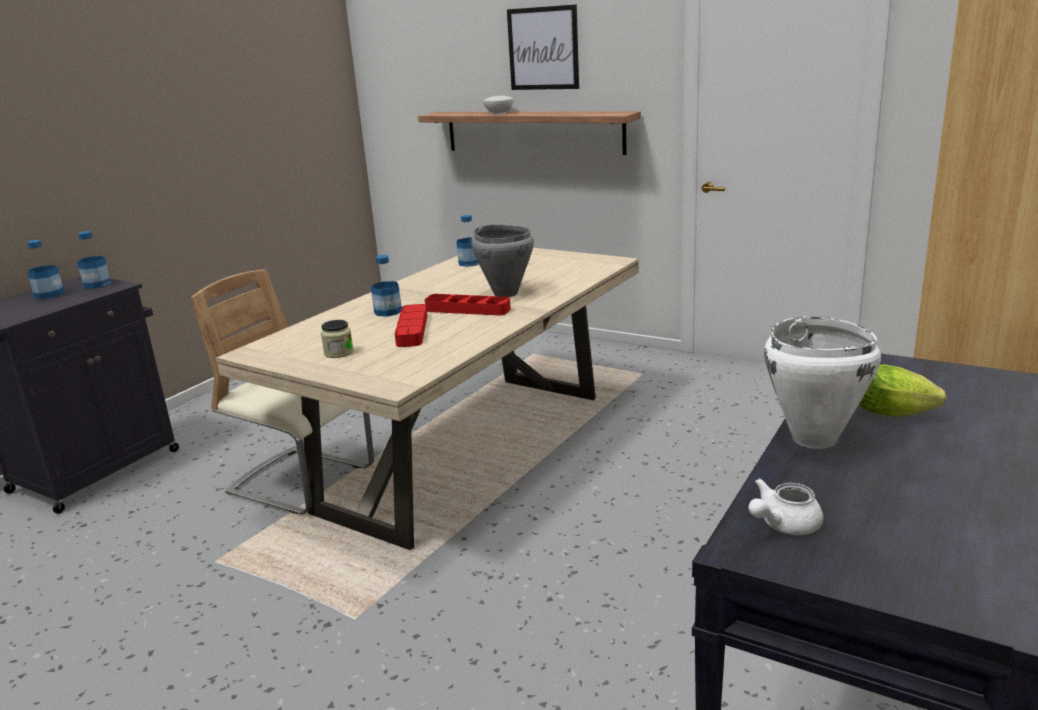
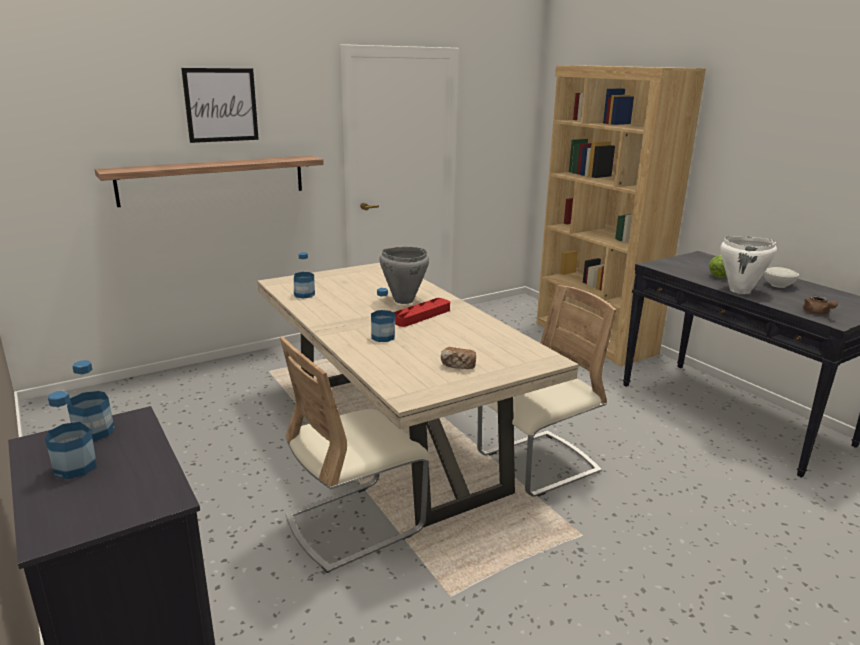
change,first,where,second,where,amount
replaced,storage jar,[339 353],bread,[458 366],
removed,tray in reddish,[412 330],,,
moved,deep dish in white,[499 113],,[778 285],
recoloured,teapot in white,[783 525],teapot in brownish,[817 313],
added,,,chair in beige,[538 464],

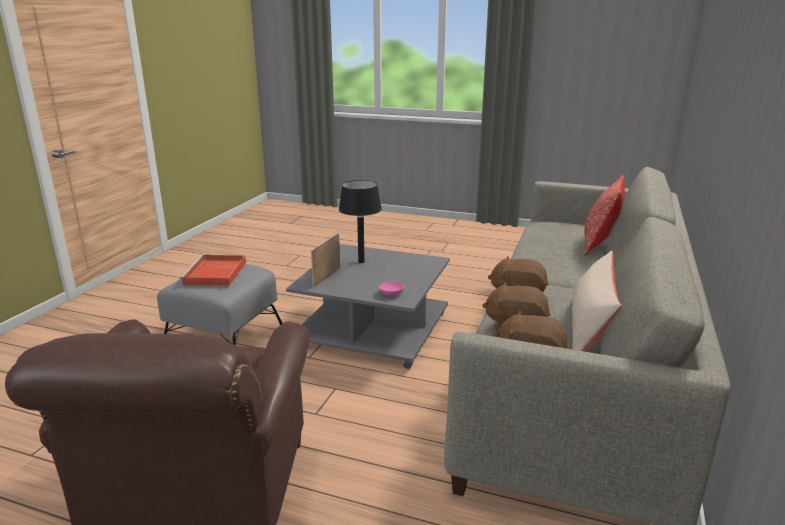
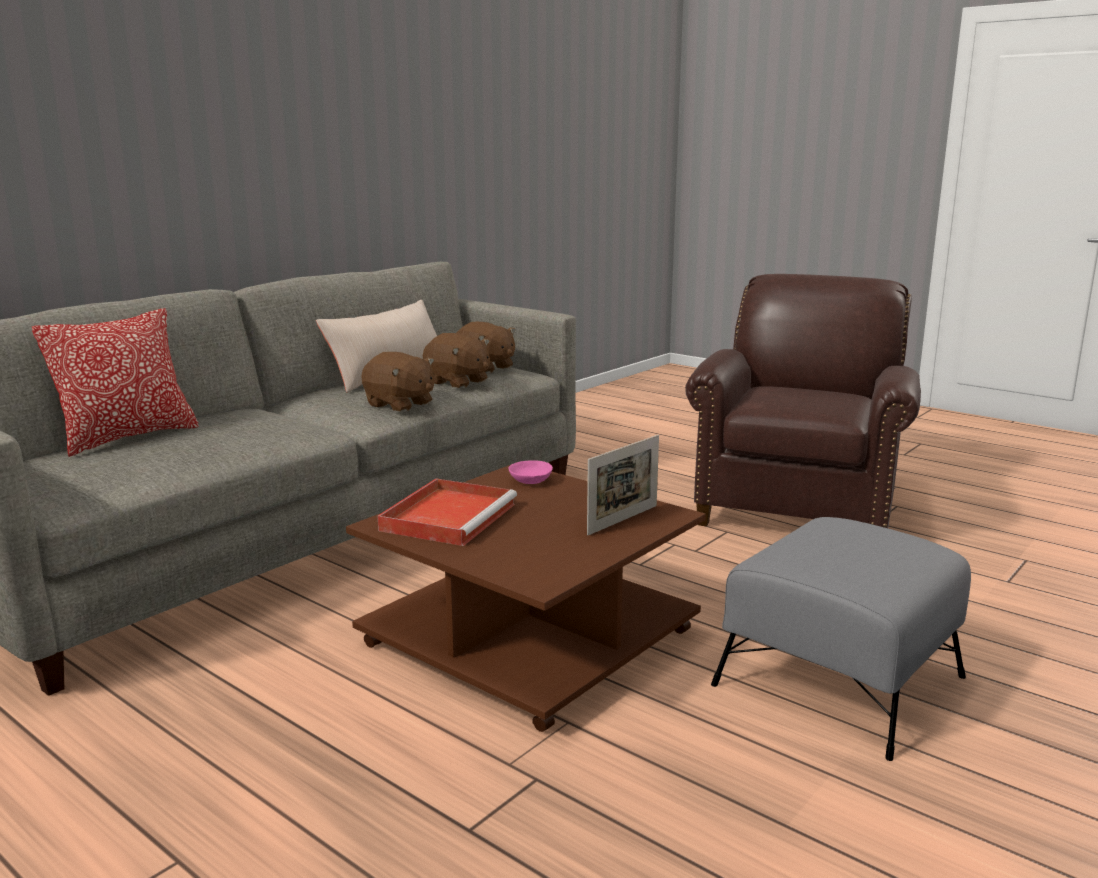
change,first,where,second,where,amount
moved,tray in reddish,[215 274],,[449 516],
recoloured,lounge table in grey,[374 330],lounge table in brownish,[529 636],
removed,tabletop lamp in black,[361 261],,,

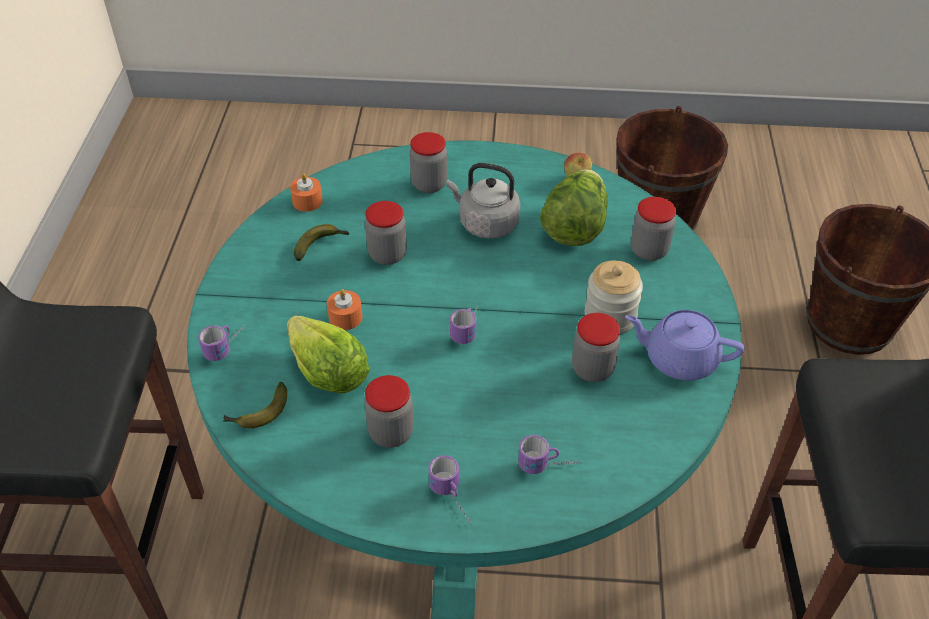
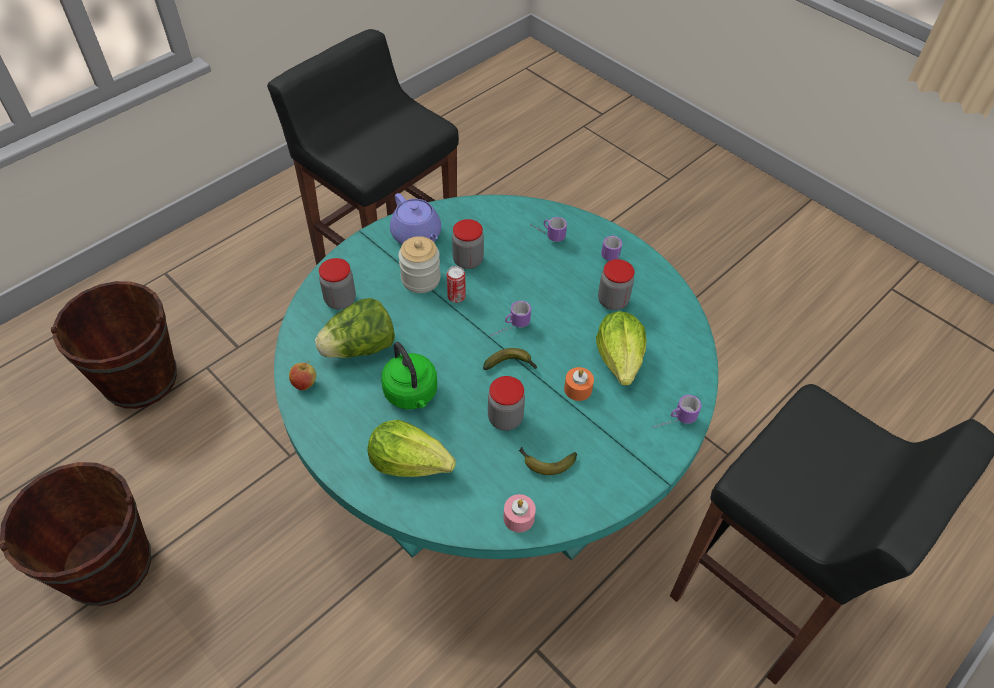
change,first,where,second,where,amount
moved,banana,[259 414],,[511 365],
recoloured,wax light in orangey,[307 201],wax light in pink-coloured,[519 518],
replaced,storage jar,[429 184],lettuce head,[410 462],
recoloured,water kettle in grey,[485 223],water kettle in green,[412 394],
added,,,sealed can,[456 297],

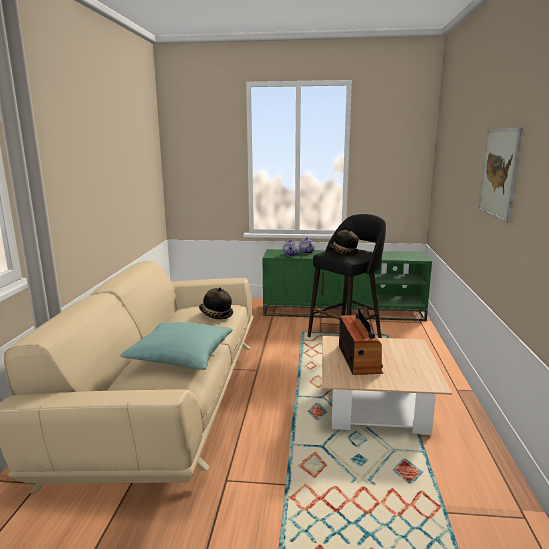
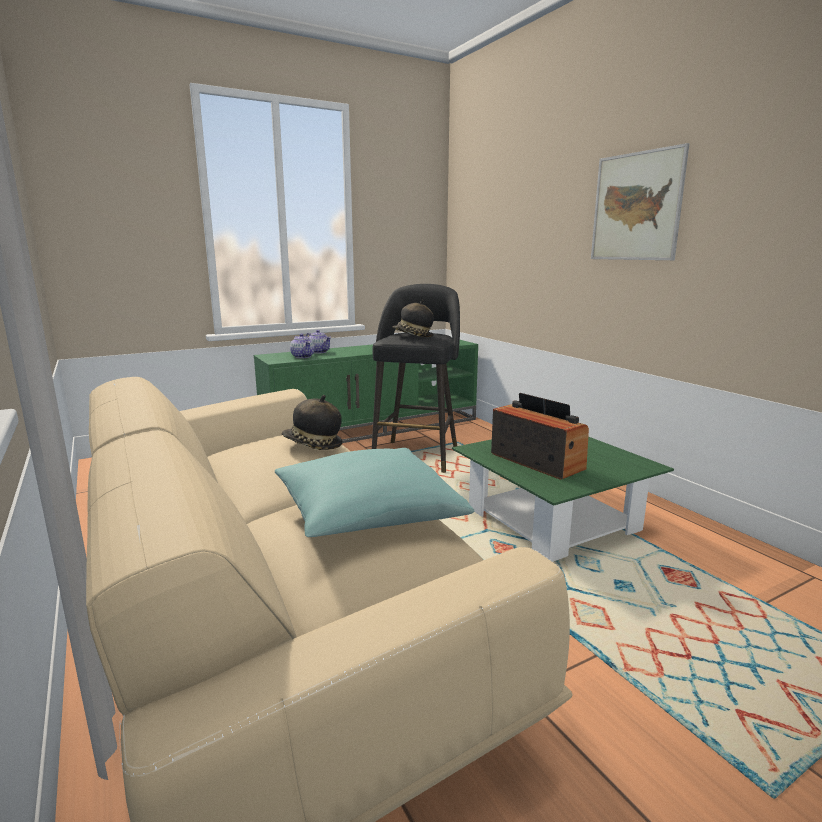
change,first,where,second,where,amount
recoloured,lounge table in beige,[376 405],lounge table in green,[552 519],

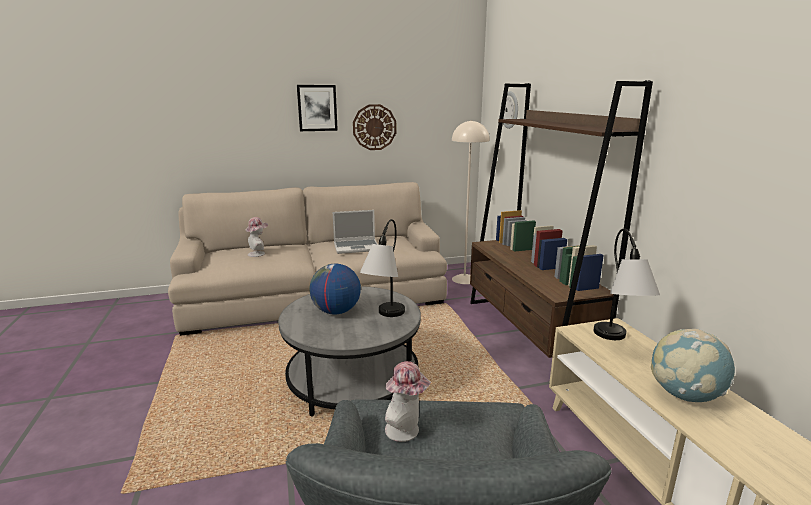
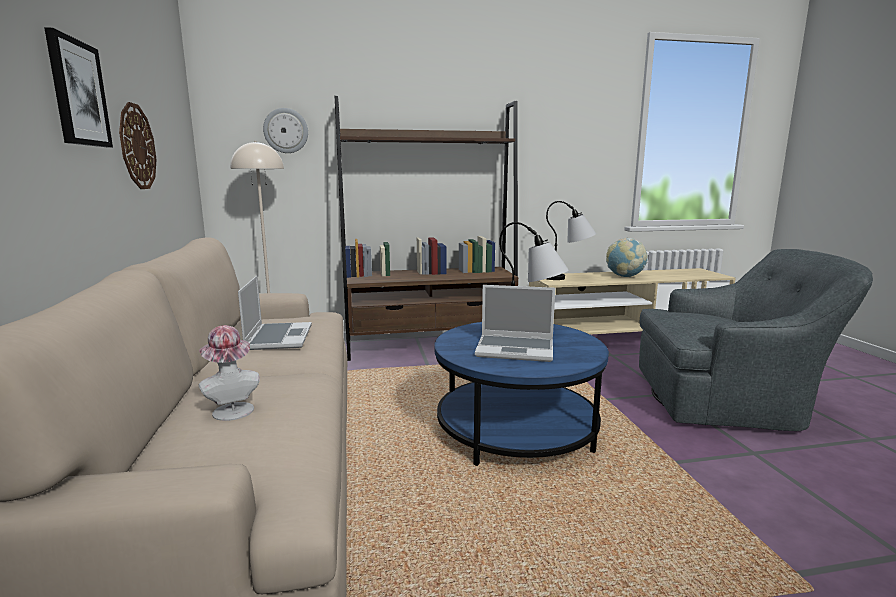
change,first,where,second,where,amount
recoloured,lounge table in grey,[353 380],lounge table in blue,[516 429],
replaced,desk globe,[336 312],portable computer,[516 349],
removed,clothing hat,[406 431],,,

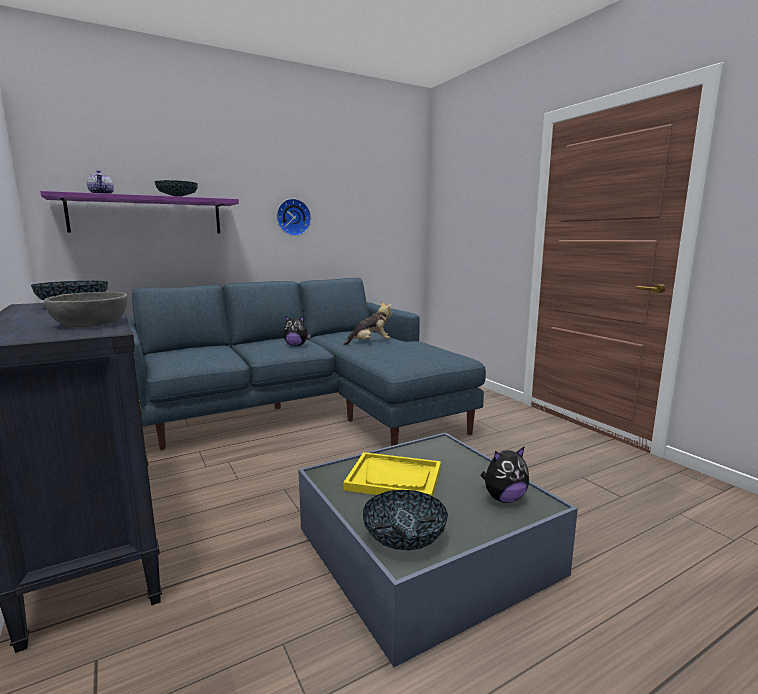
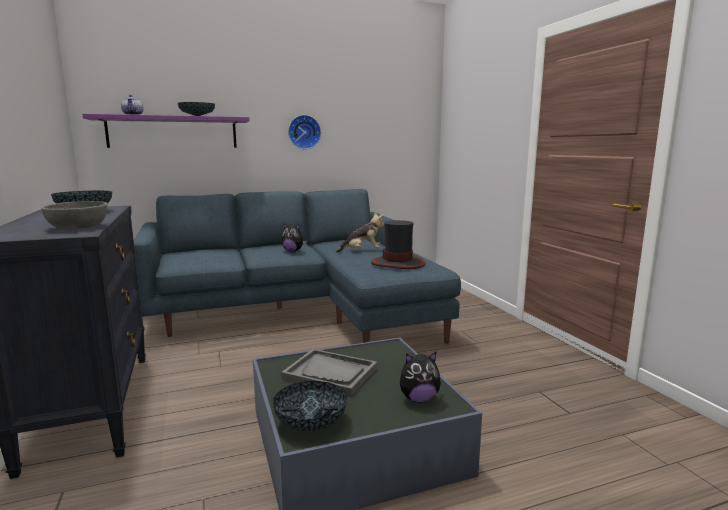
change,first,where,second,where,amount
recoloured,tray in yellowish,[394 479],tray in grey,[330 373],
added,,,clothing hat,[398 263],

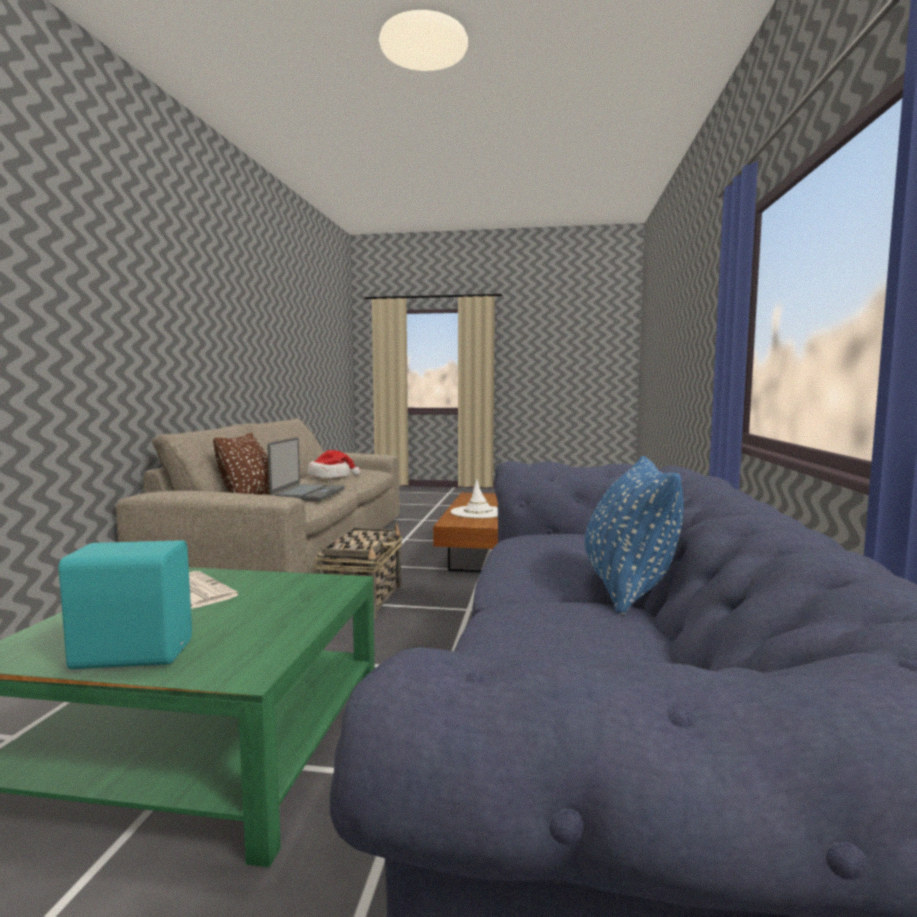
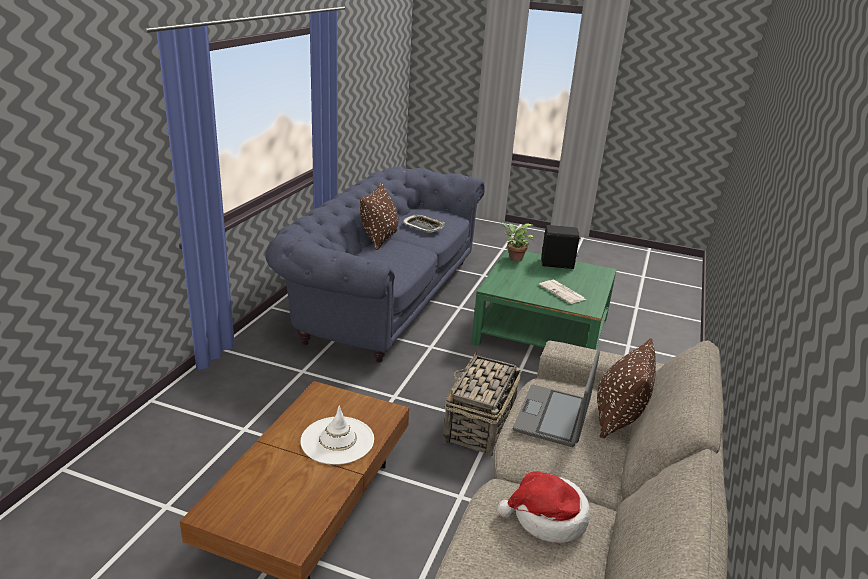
change,first,where,second,where,amount
recoloured,speaker in turquoise-coloured,[132 654],speaker in black,[557 264],
recoloured,cushion in blue,[628 590],cushion in brownish,[380 239],
added,,,tray,[423 226],
added,,,plant in a pot,[513 258],

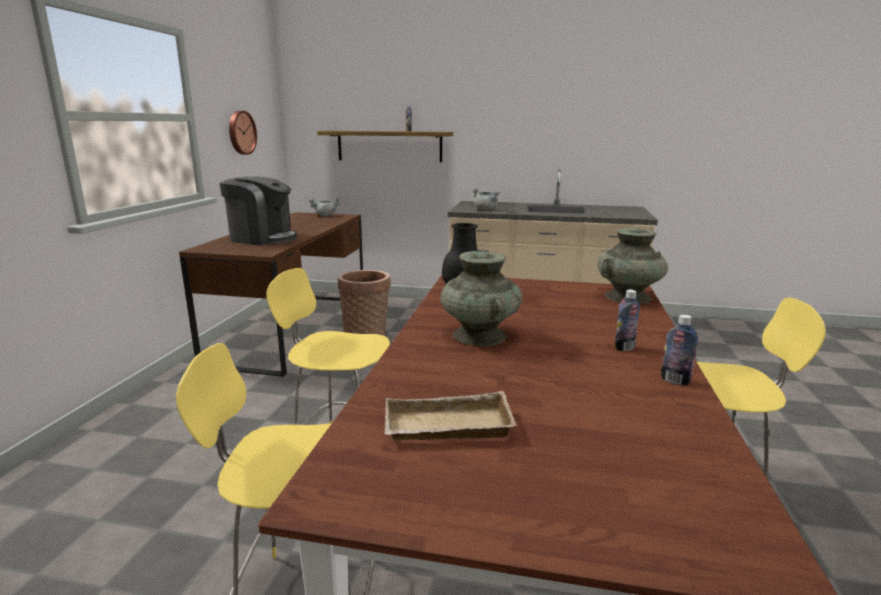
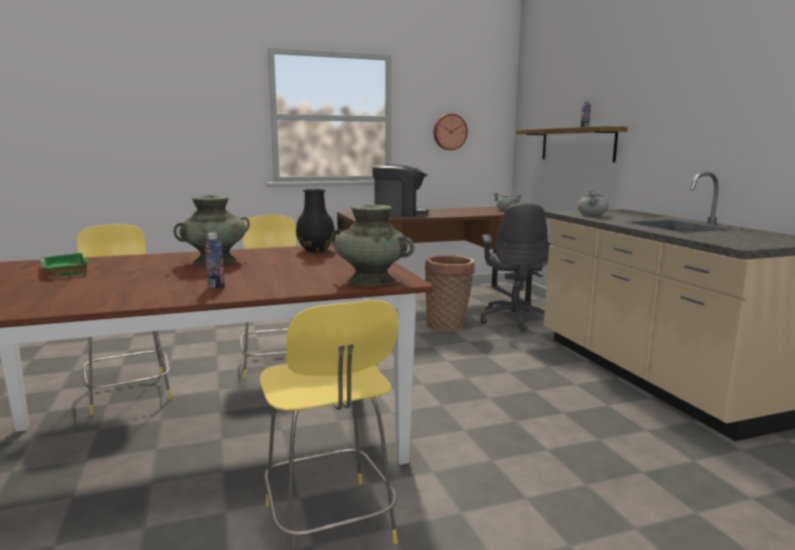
change,first,where,second,where,amount
turned,coffee machine,[262 238],,[399 213],75 degrees counterclockwise
recoloured,tray in beige,[446 428],tray in green,[62 269],
removed,bottle,[675 381],,,
added,,,office chair in grey,[514 319],

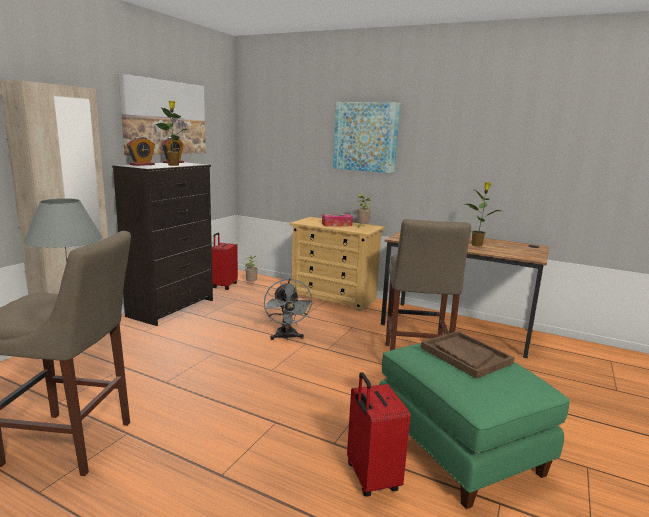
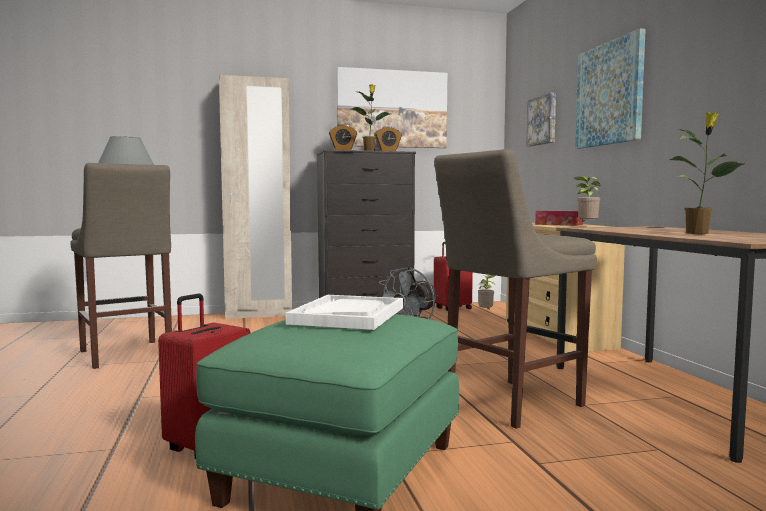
change,first,where,second,where,amount
recoloured,tray in brownish,[465 355],tray in white,[348 315],
added,,,picture,[543 120],

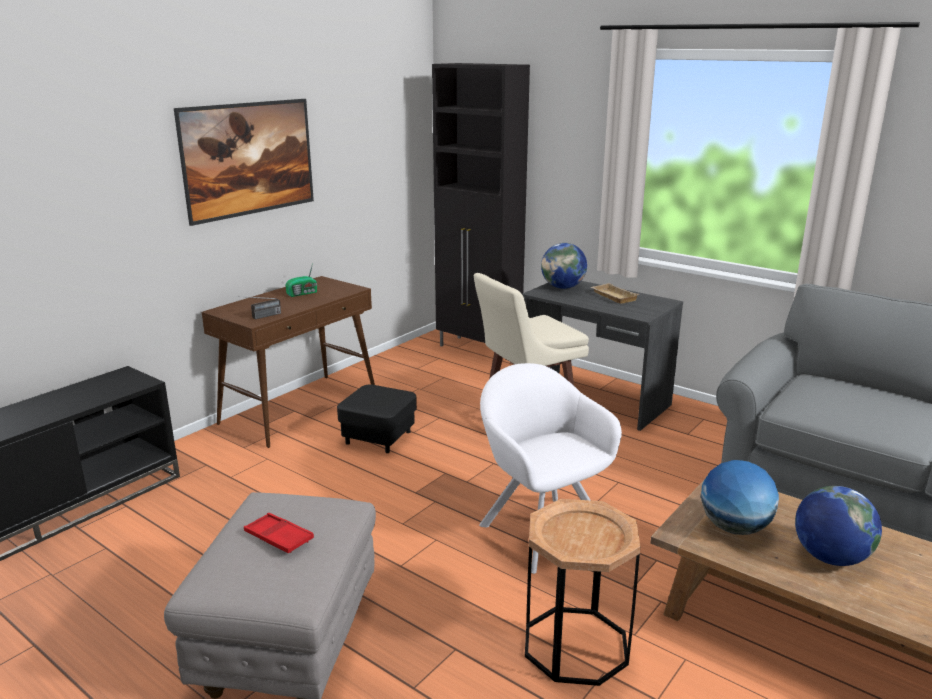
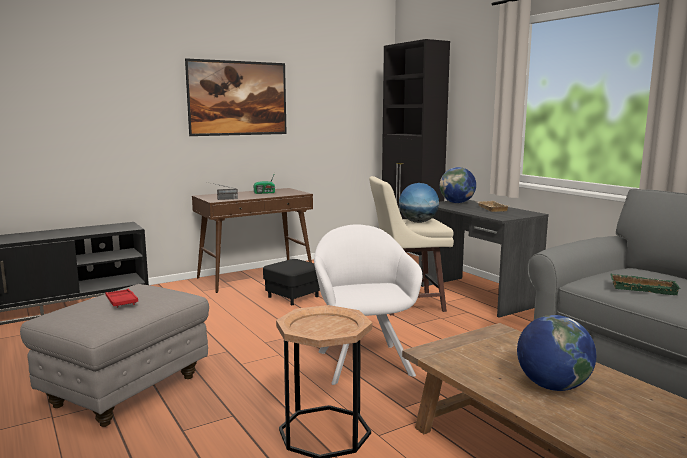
change,first,where,second,where,amount
moved,desk globe,[734 528],,[418 222],
added,,,tray in green,[643 288],

